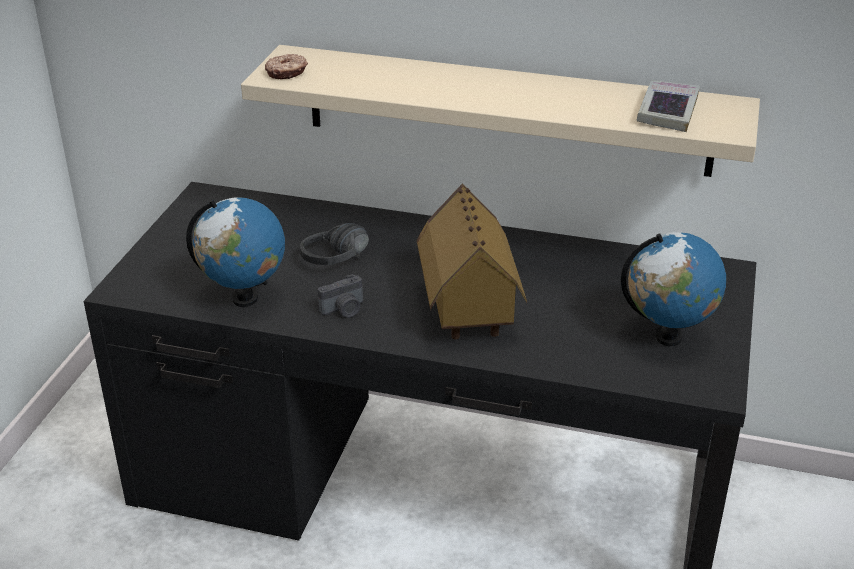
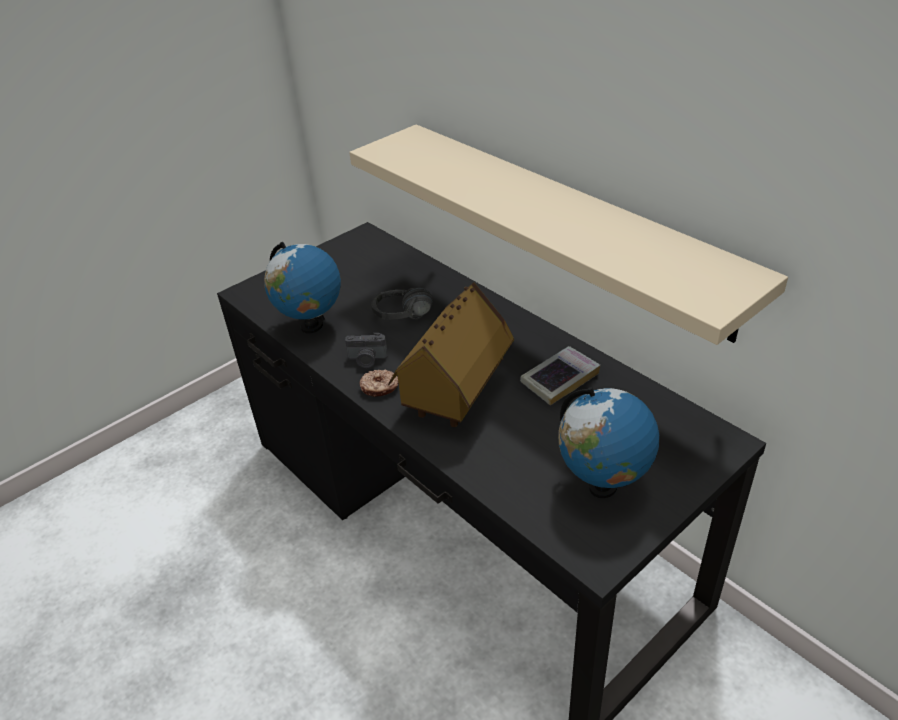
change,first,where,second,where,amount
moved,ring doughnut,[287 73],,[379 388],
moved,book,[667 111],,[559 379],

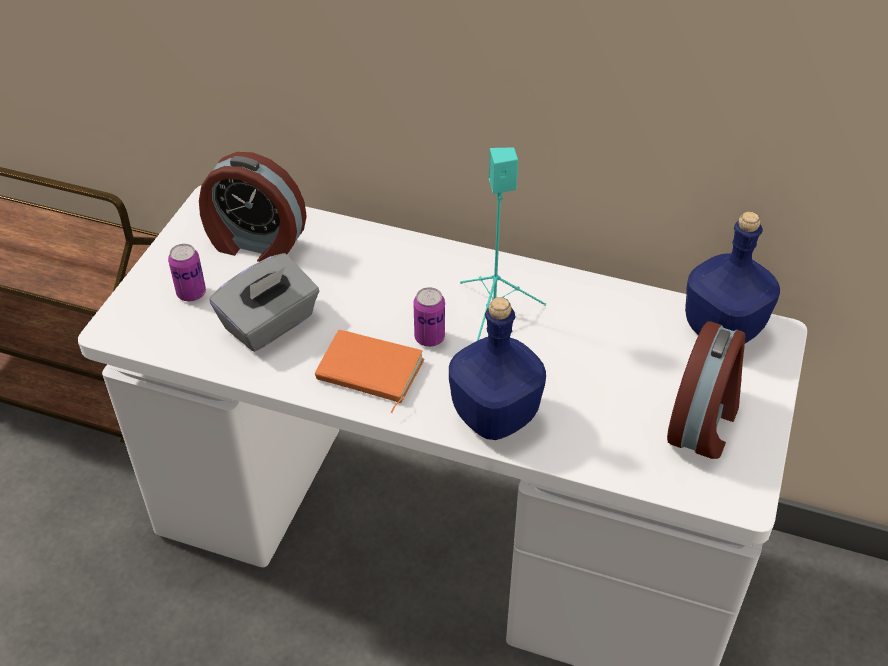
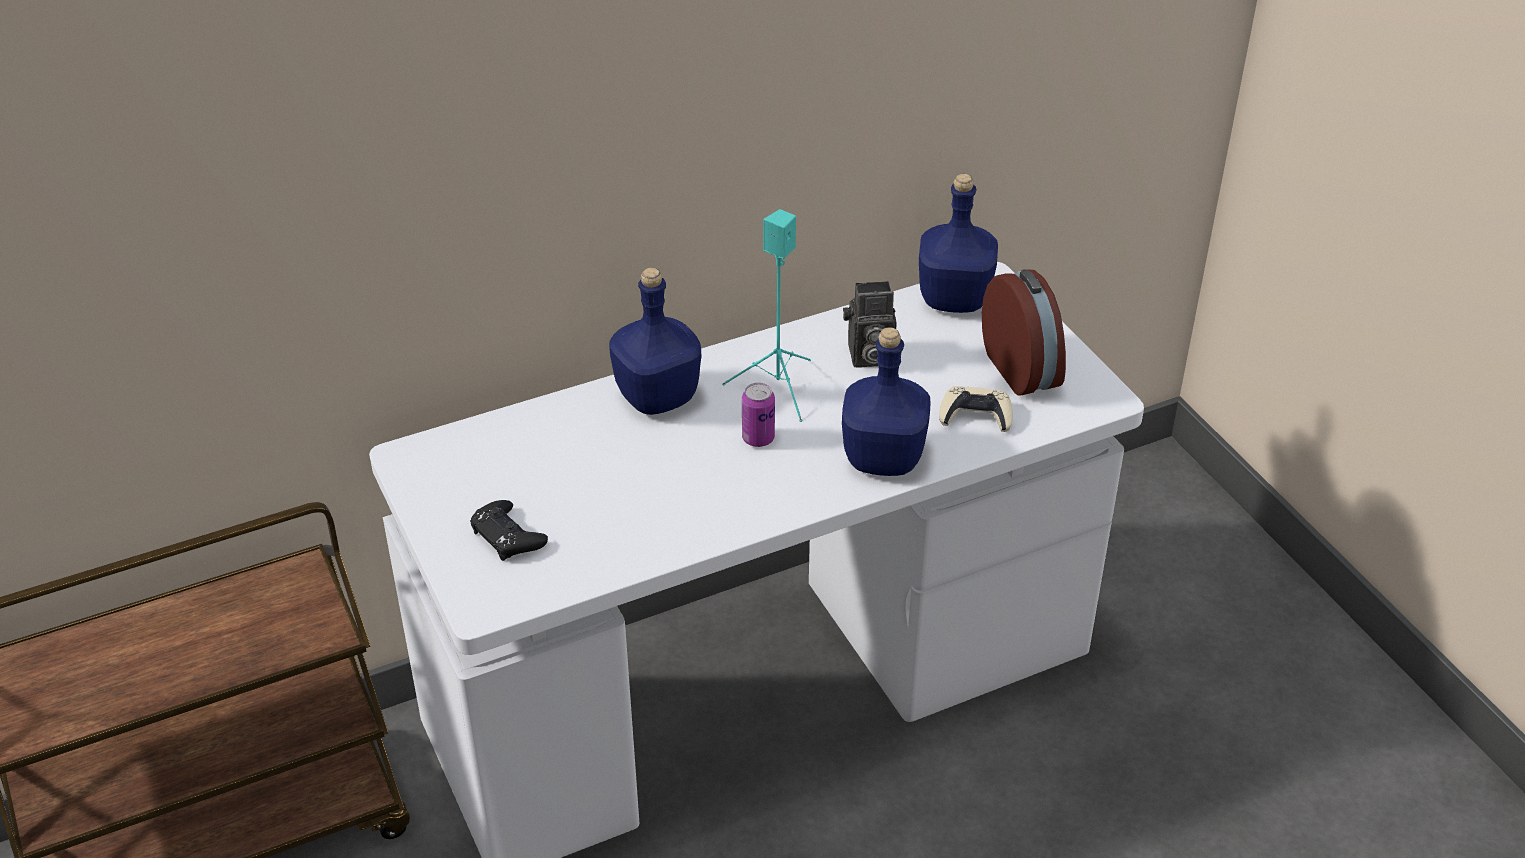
change,first,where,second,where,amount
replaced,sealed can,[191 293],gamepad in black,[508 536],
removed,bedside clock,[255 244],,,
removed,tissue box in grey,[270 324],,,
removed,book in orangey,[368 373],,,
added,,,bottle in blue,[659 396],
added,,,photo camera,[868 356],
added,,,gamepad in beige,[975 416],

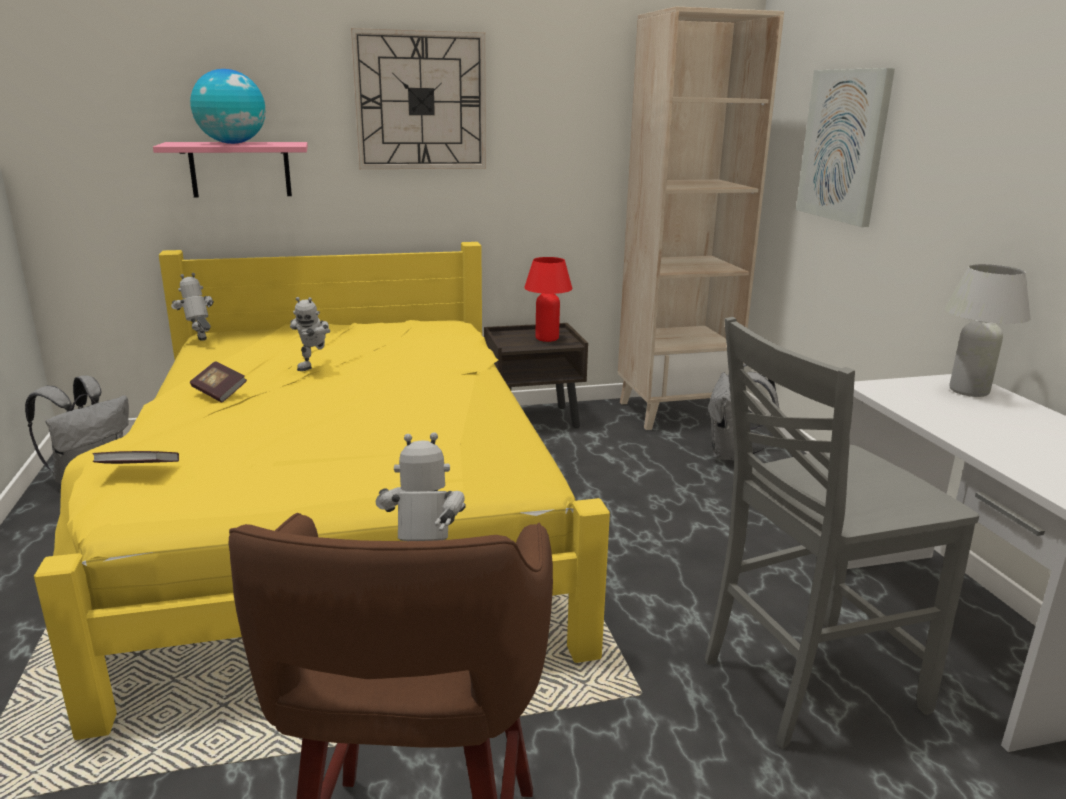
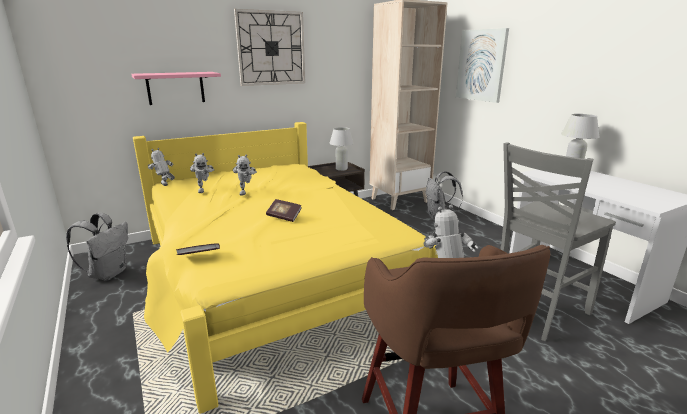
change,first,where,second,where,amount
removed,desk globe,[232 143],,,
moved,book,[219 393],,[284 217],
recoloured,tabletop lamp in reddish,[547 338],tabletop lamp in white,[341 169],
added,,,model robot,[204 190],

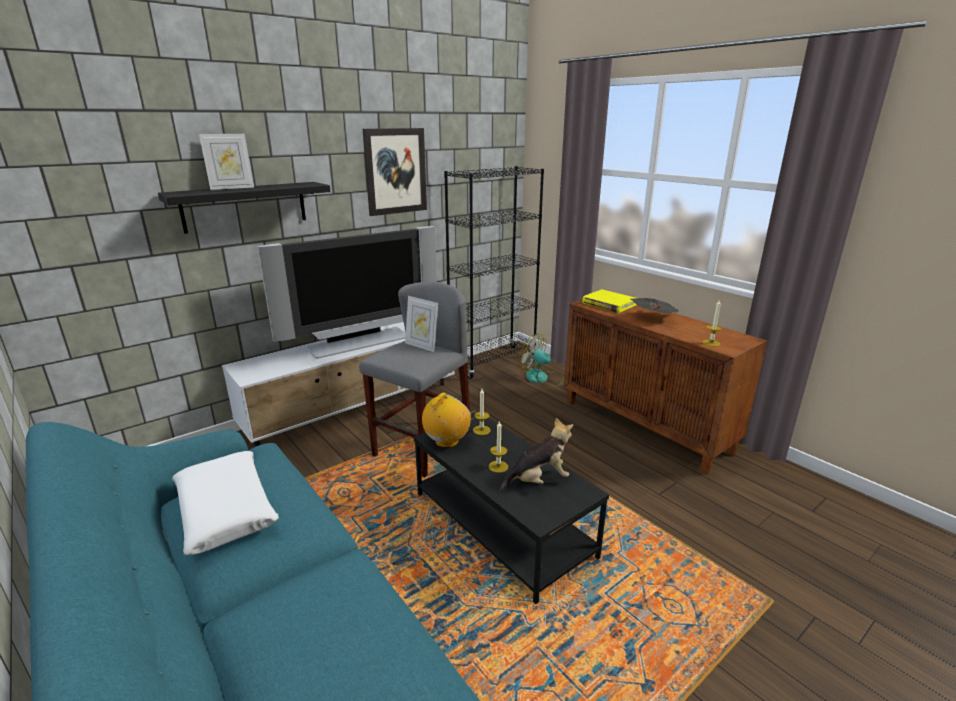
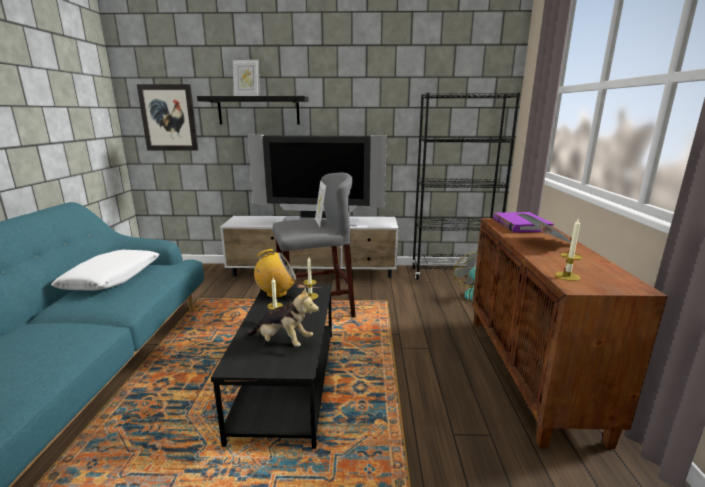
change,first,where,second,where,amount
moved,picture,[395 171],,[169 118],
recoloured,book in yellowish,[609 304],book in purple,[520 225],

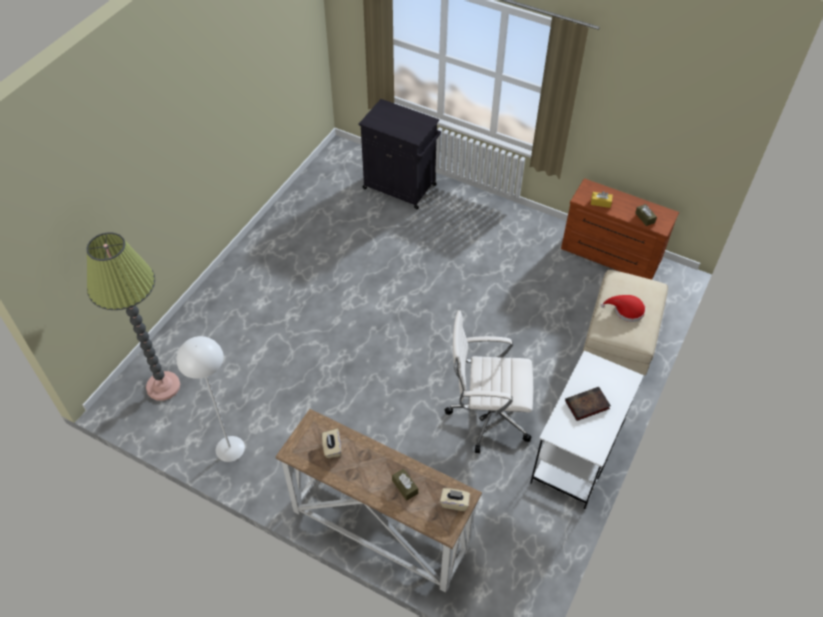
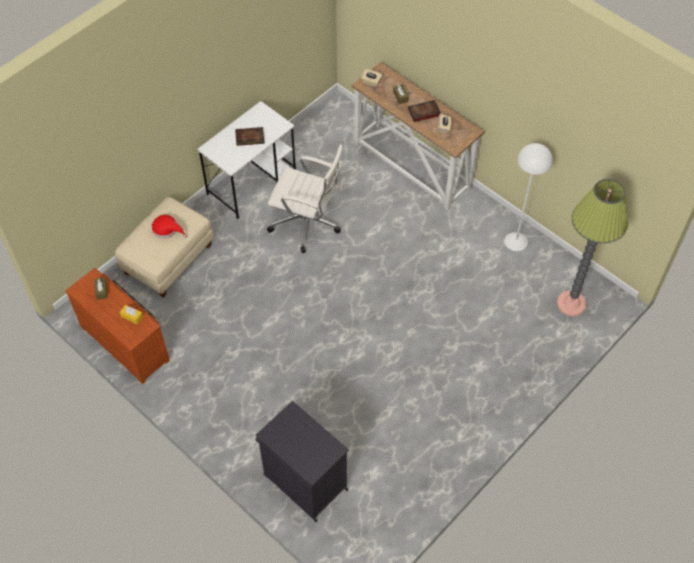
change,first,where,second,where,amount
added,,,book,[423 113],

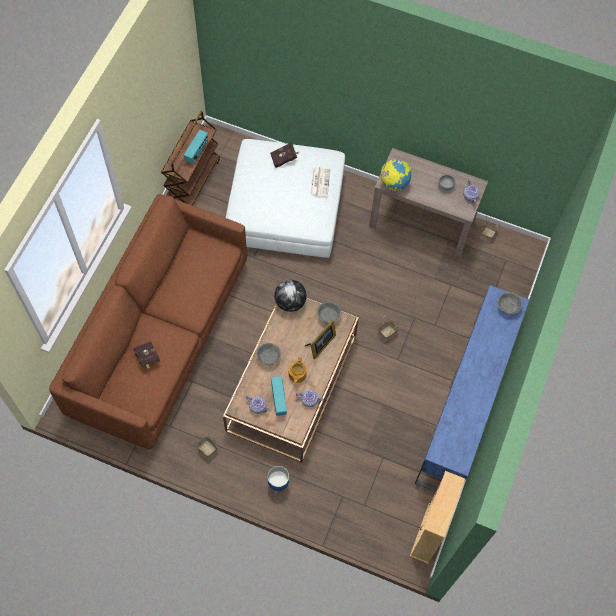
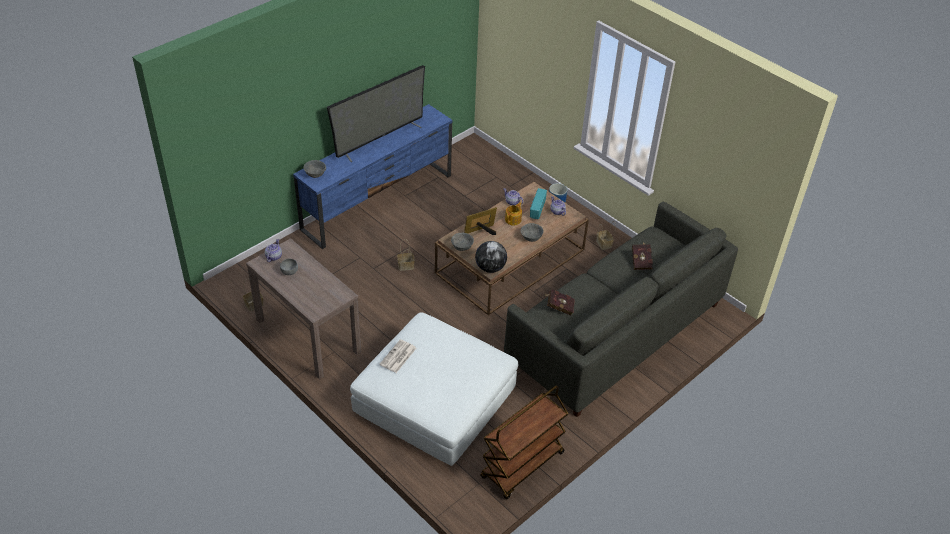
change,first,where,second,where,amount
recoloured,sofa in brownish,[159 337],sofa in grey,[616 333],
removed,radio receiver,[197 152],,,
moved,book in reddish,[284 159],,[558 307],
removed,desk globe,[394 183],,,
removed,bookshelf in beige,[428 533],,,
added,,,television,[379 139],

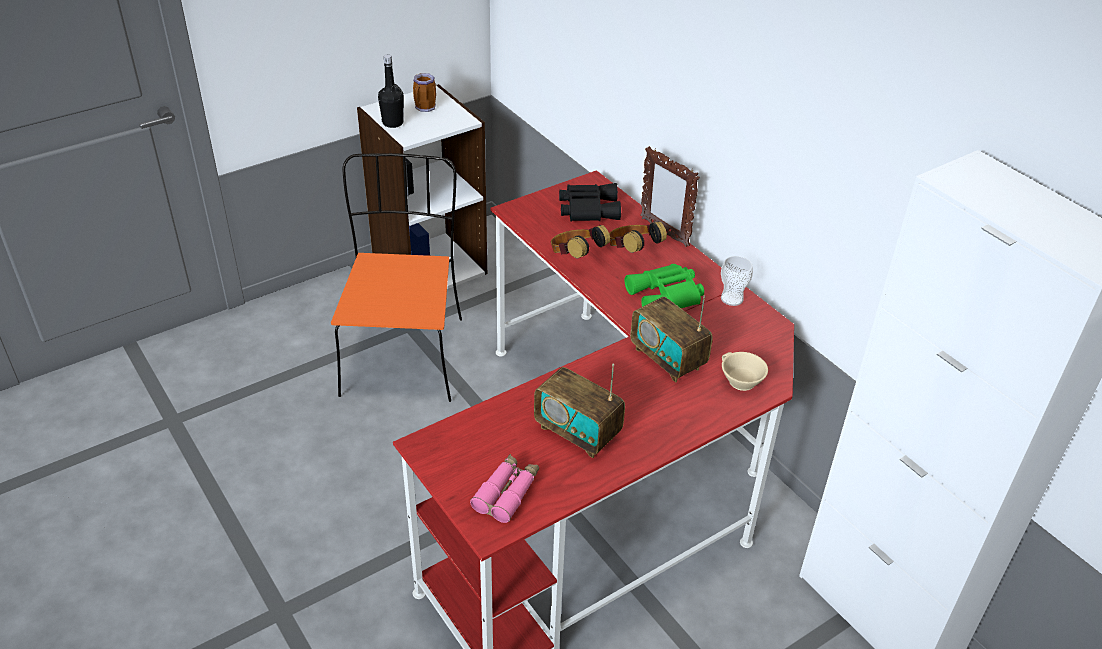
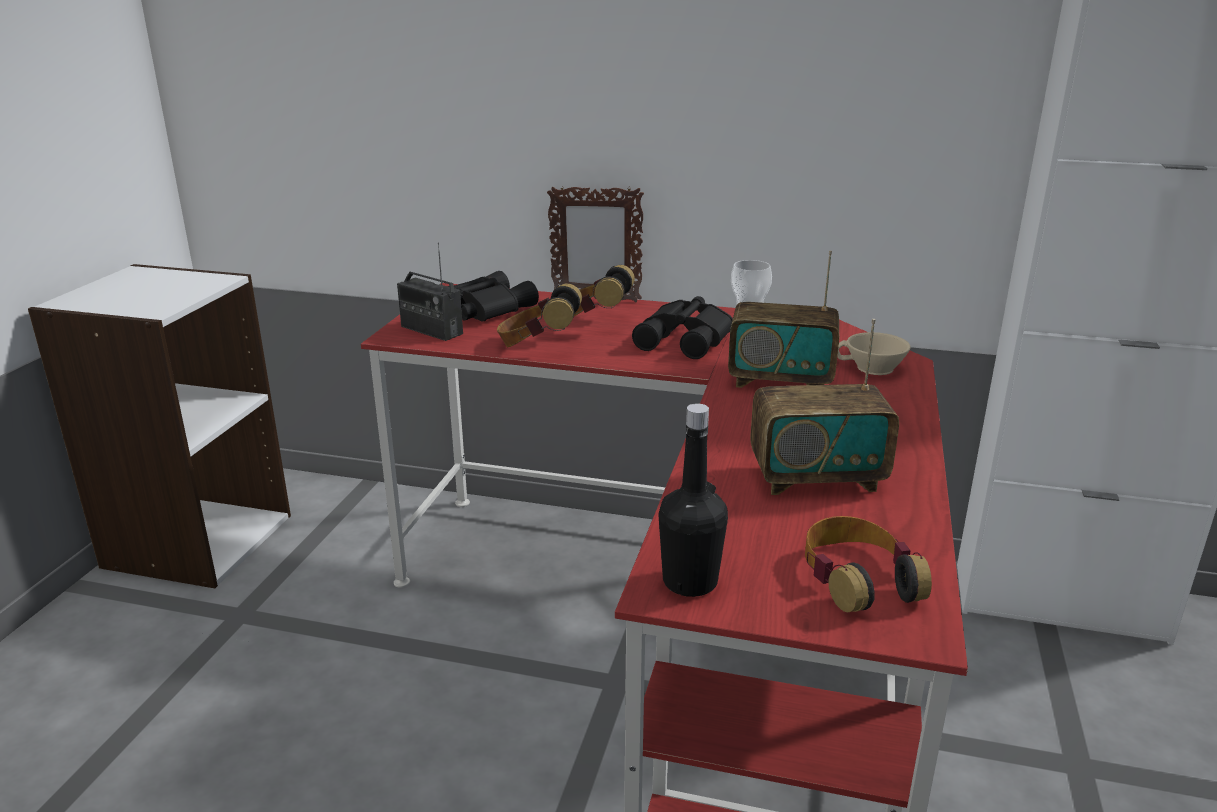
change,first,where,second,where,amount
removed,chair in orangey,[403 354],,,
moved,bottle in black,[393 123],,[690 582],
removed,coffee mug,[425 108],,,
replaced,pair of binoculars in pink-coloured,[507 493],headset,[858 577],
recoloured,pair of binoculars in green,[666 296],pair of binoculars in black,[687 339],
added,,,radio receiver,[431 330],

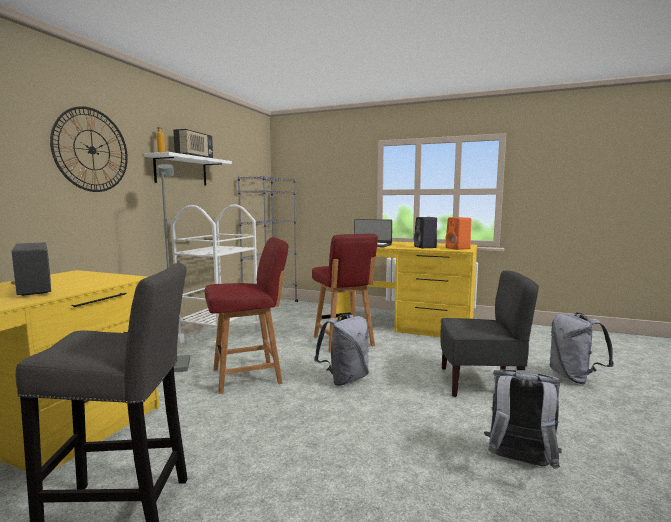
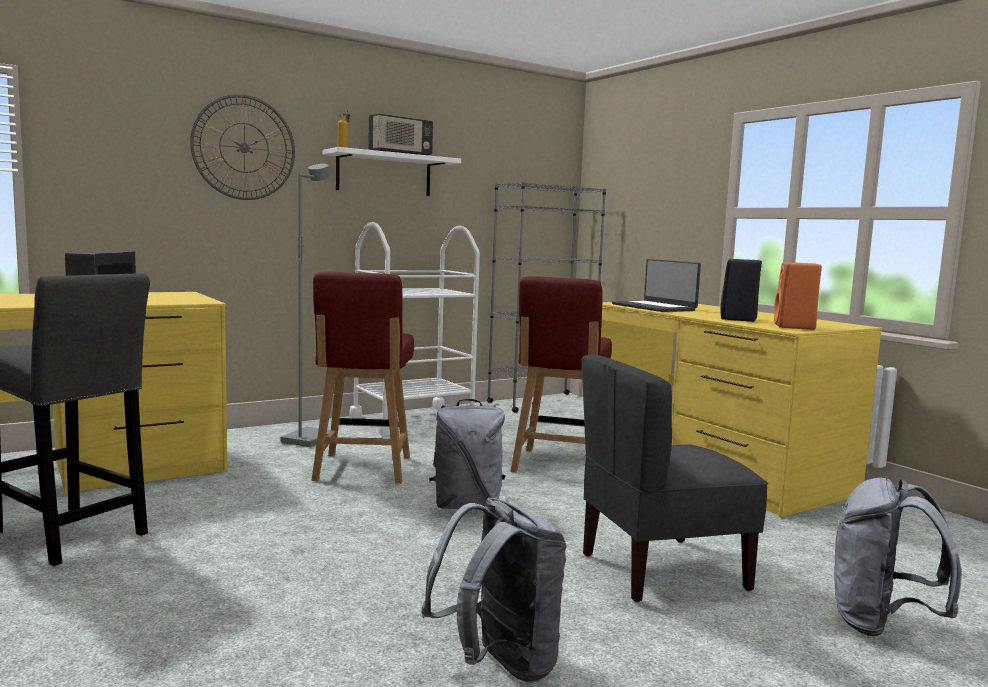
change,first,where,second,where,amount
turned,chair in reddish,[249 376],,[362 469],75 degrees clockwise
turned,chair in grey,[479 383],,[661 570],120 degrees clockwise

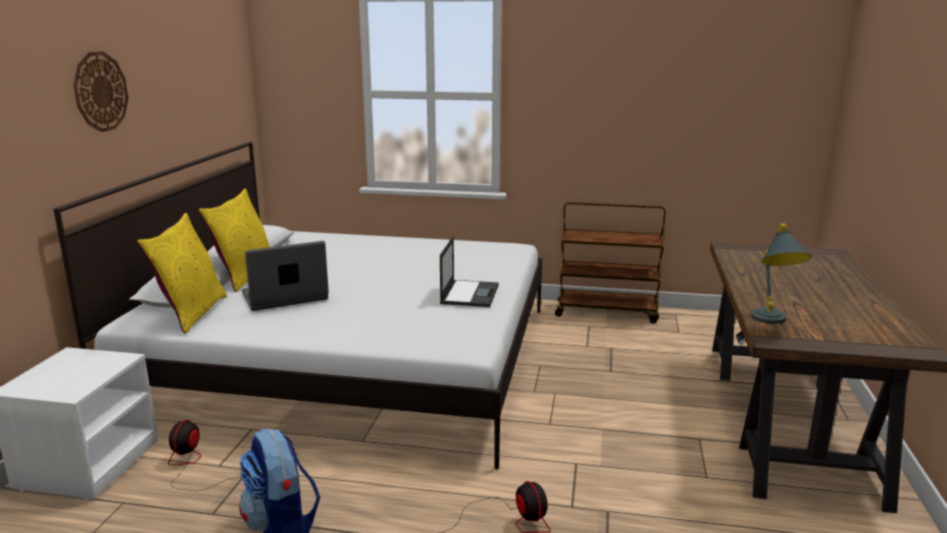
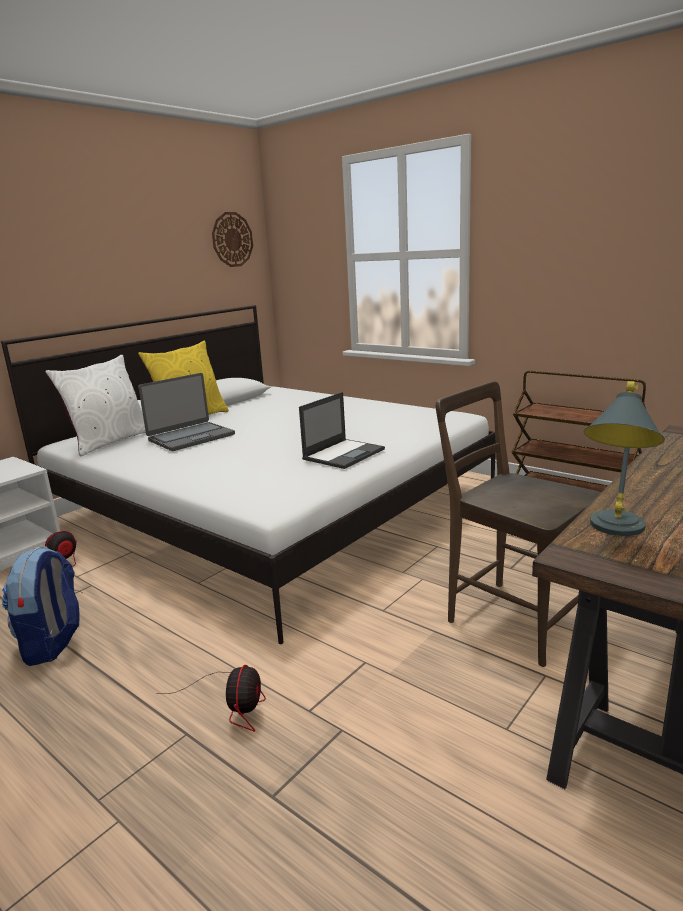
change,first,where,second,where,amount
moved,clock on the wall,[100 91],,[232 239],
recoloured,cushion in yellowish,[191 313],cushion in white,[109 442],
turned,portable computer,[285 297],,[191 437],135 degrees clockwise
added,,,chair in brownish,[511 617],

